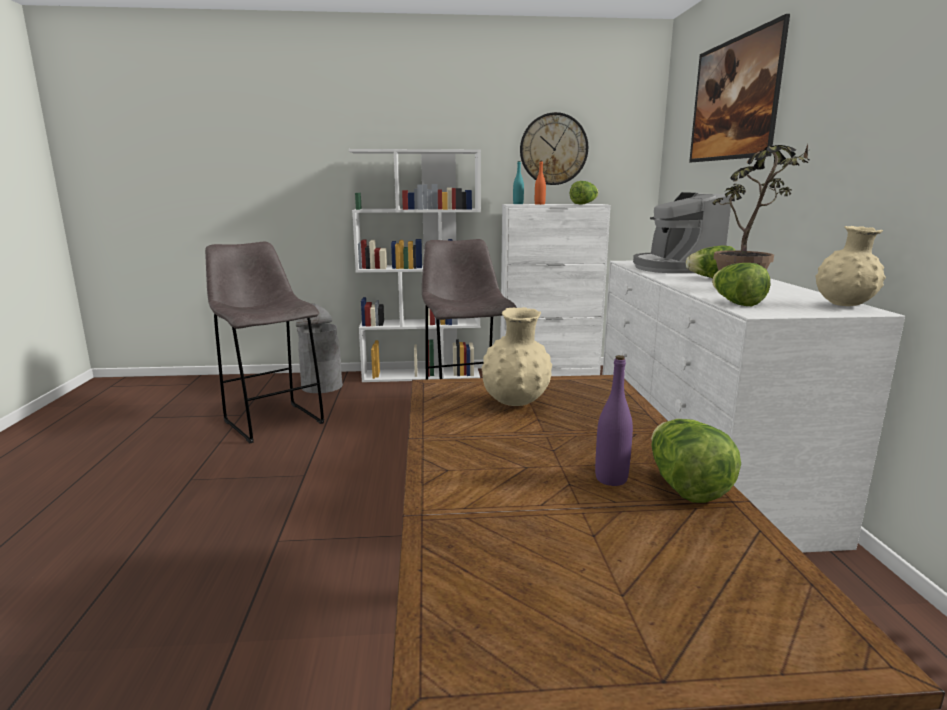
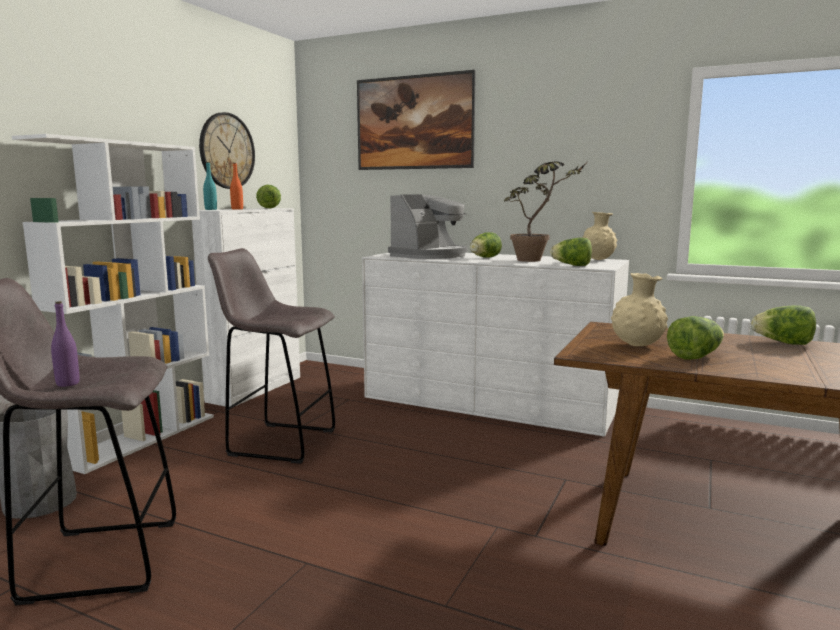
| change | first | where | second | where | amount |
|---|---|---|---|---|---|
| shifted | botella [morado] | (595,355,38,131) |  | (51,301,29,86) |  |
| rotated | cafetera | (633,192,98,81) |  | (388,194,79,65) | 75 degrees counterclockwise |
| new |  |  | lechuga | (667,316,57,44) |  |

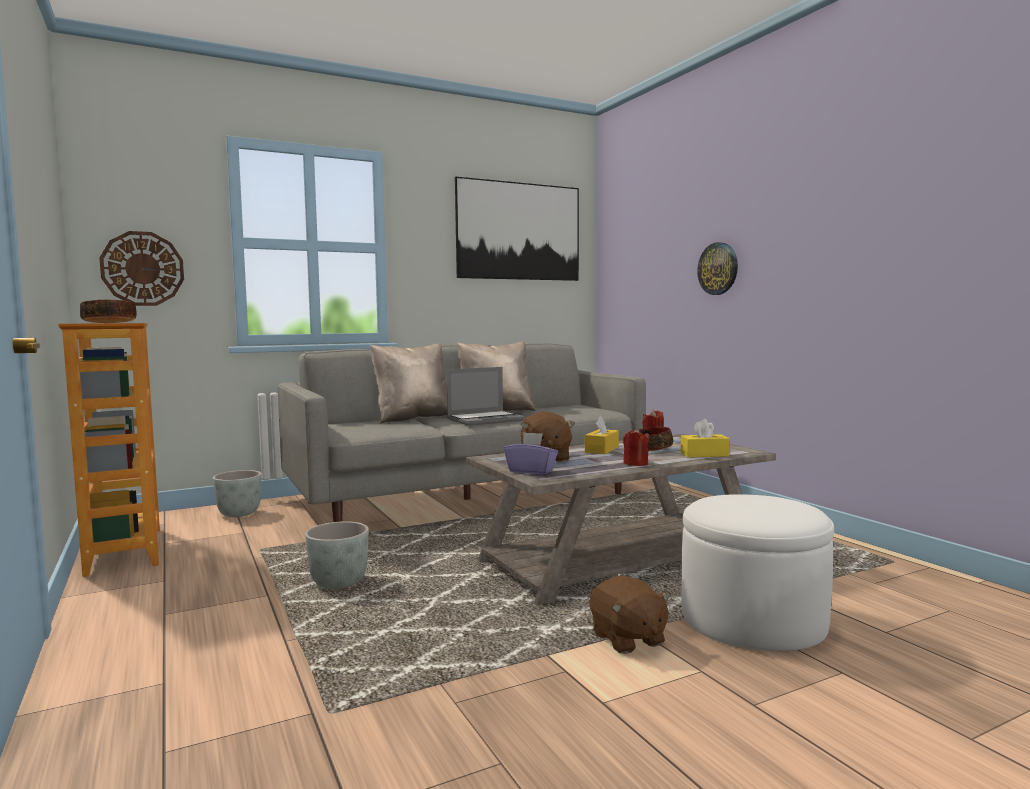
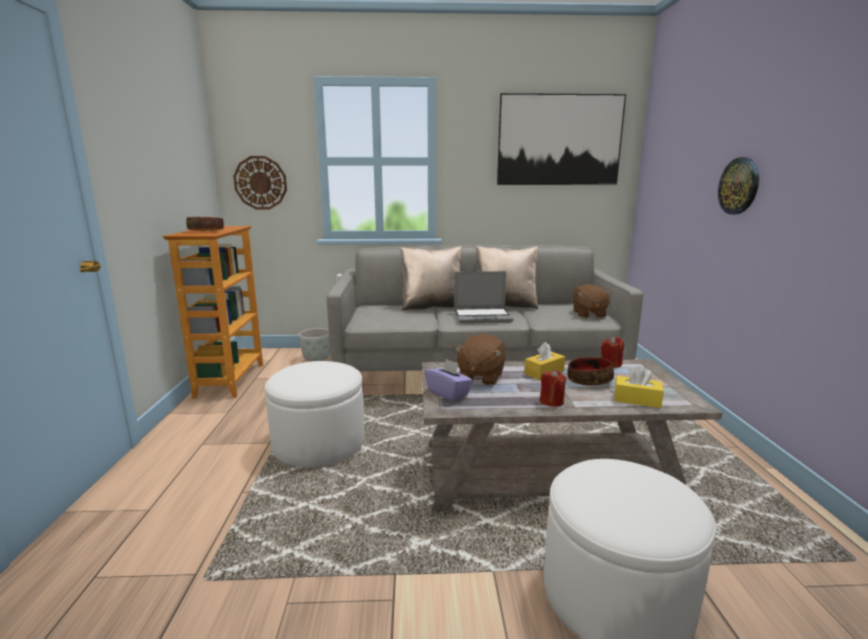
| change | first | where | second | where | amount |
|---|---|---|---|---|---|
| swapped | maceta [gris] | (305,521,64,68) | puf [blanco] | (265,361,100,107) |  |
| shifted | peluche [marrón] | (590,576,81,78) |  | (573,284,39,34) |  |

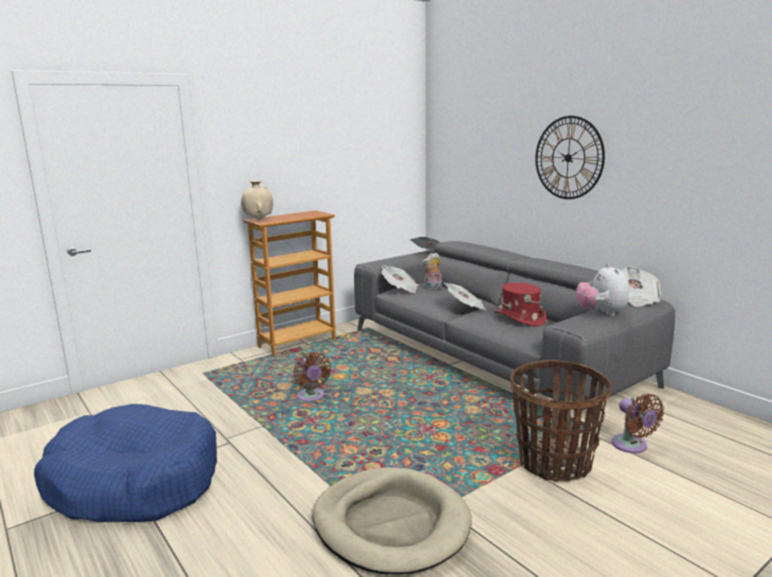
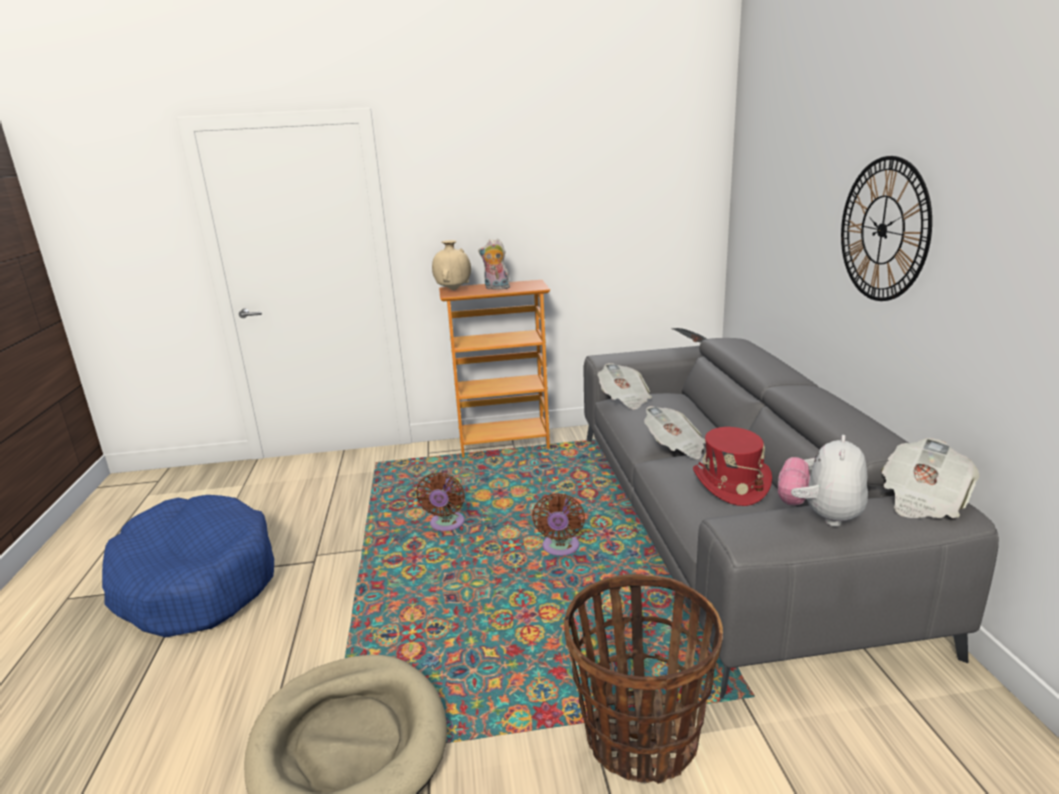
| change | first | where | second | where | amount |
|---|---|---|---|---|---|
| shifted | peluche | (421,253,21,37) |  | (479,239,31,51) |  |
| shifted | ventilador [marrón] | (612,394,52,59) |  | (532,493,53,63) |  |

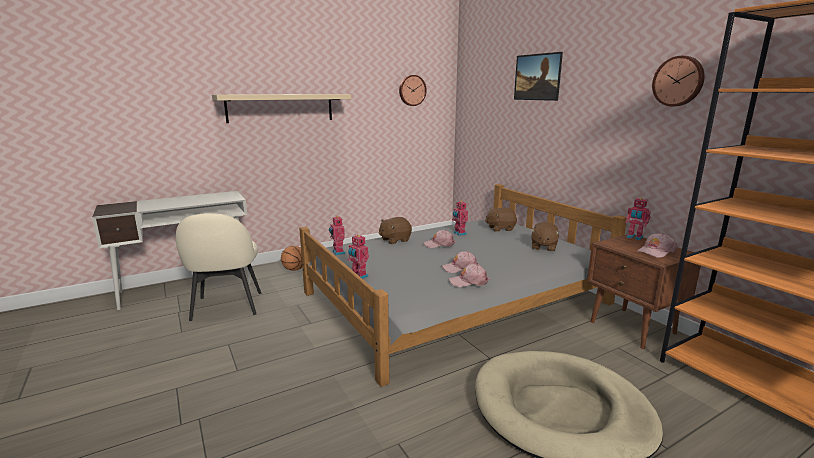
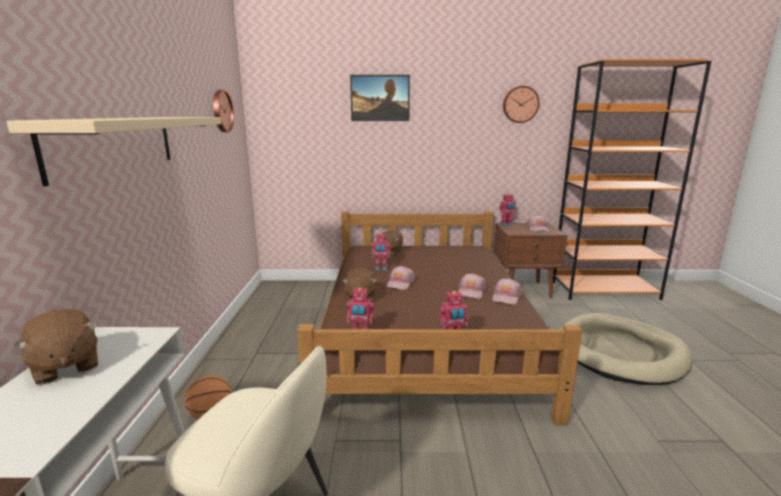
| change | first | where | second | where | amount |
|---|---|---|---|---|---|
| shifted | peluche [marrón] | (530,222,30,30) |  | (13,309,85,75) |  |
| repainted | cama [gris] | (299,184,327,203) | cama [marrón] | (297,211,285,214) |  |

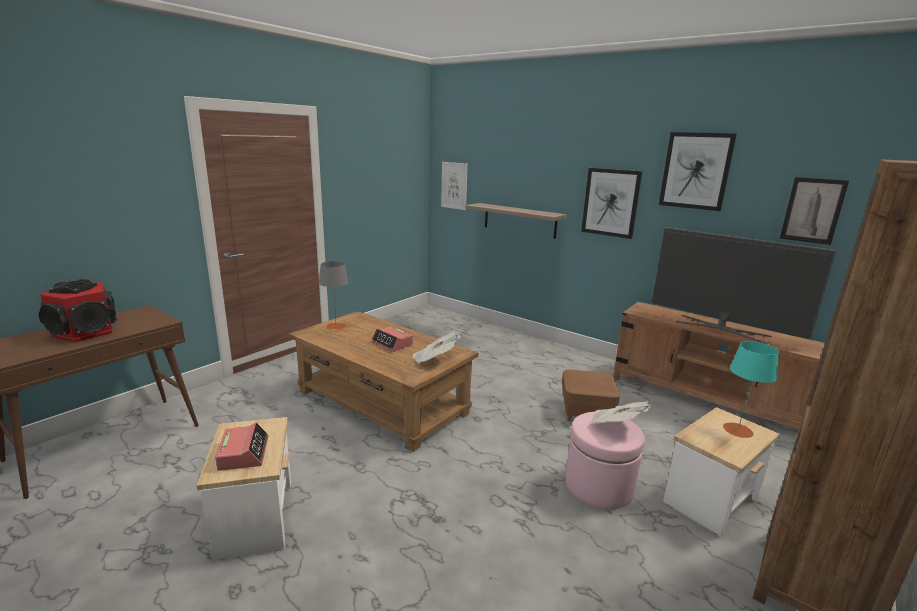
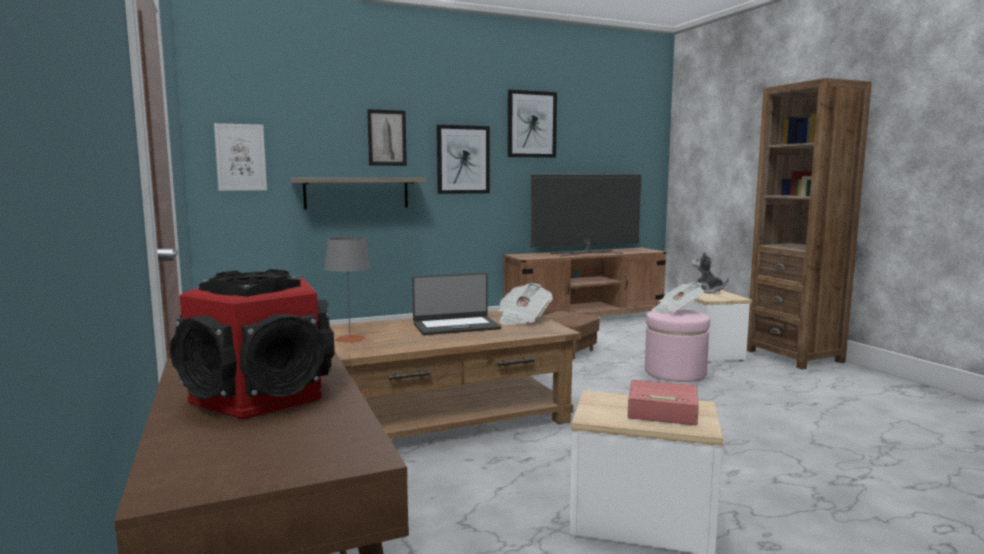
| change | first | where | second | where | amount |
|---|---|---|---|---|---|
| shifted | cuadro | (780,177,69,68) |  | (367,109,40,57) |  |
| swapped | despertador | (371,326,42,26) | portátil | (412,273,89,62) |  |
| swapped | lámpara de mesa [turquesa] | (723,341,56,97) | peluche | (691,252,38,41) |  |

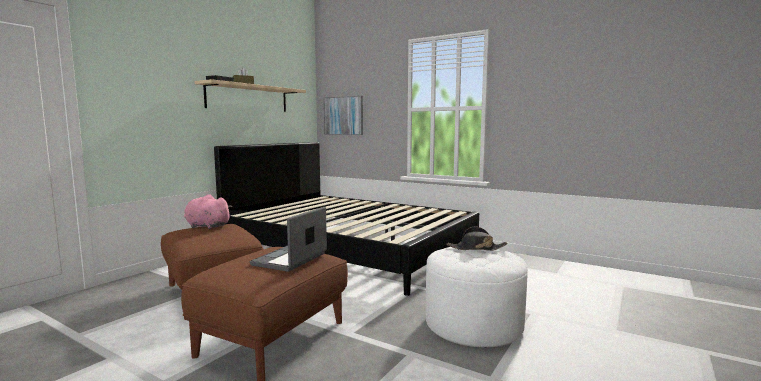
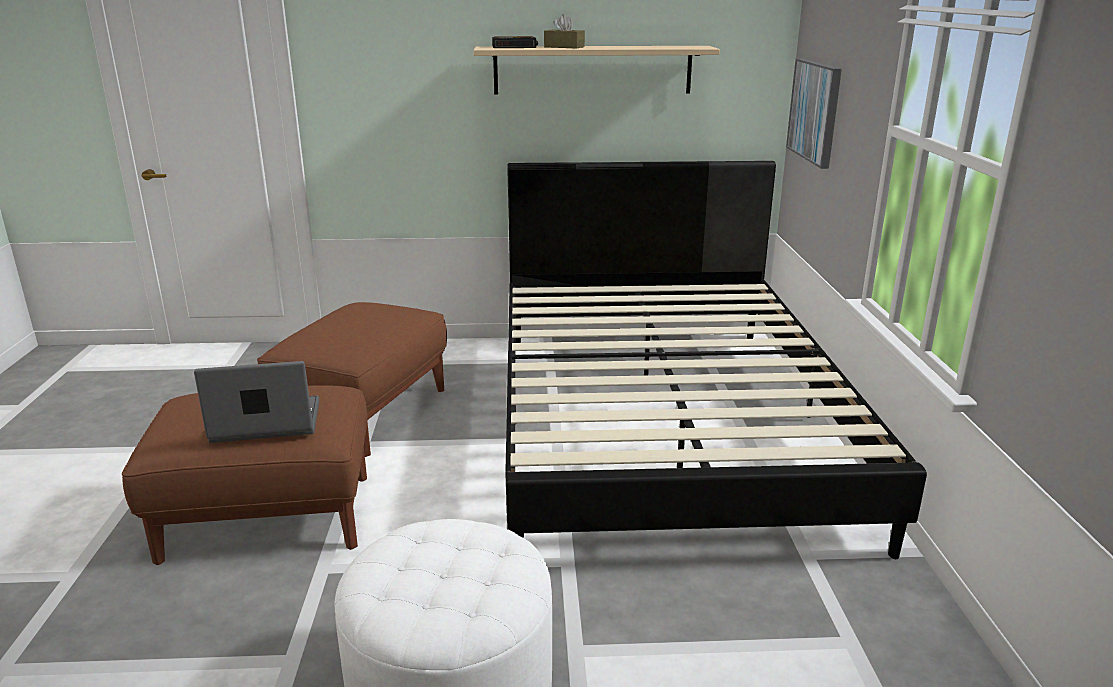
| change | first | where | second | where | amount |
|---|---|---|---|---|---|
| gone | peluche [rosa] | (184,194,48,35) |  |  |  |
| gone | sombrero [negro] | (447,226,61,25) |  |  |  |

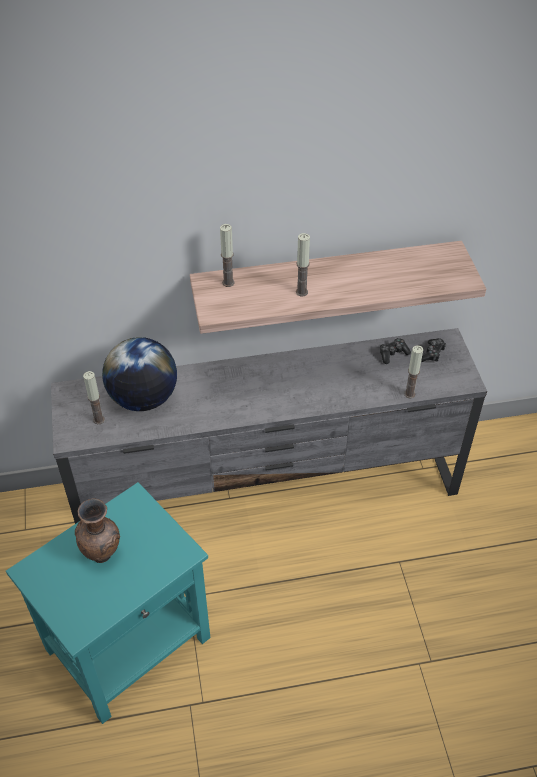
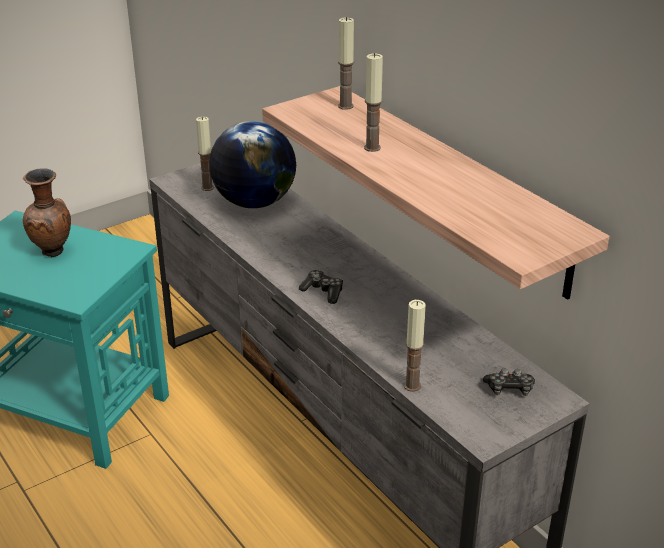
| change | first | where | second | where | amount |
|---|---|---|---|---|---|
| shifted | mando de consola | (380,338,31,26) |  | (299,270,44,34) |  |

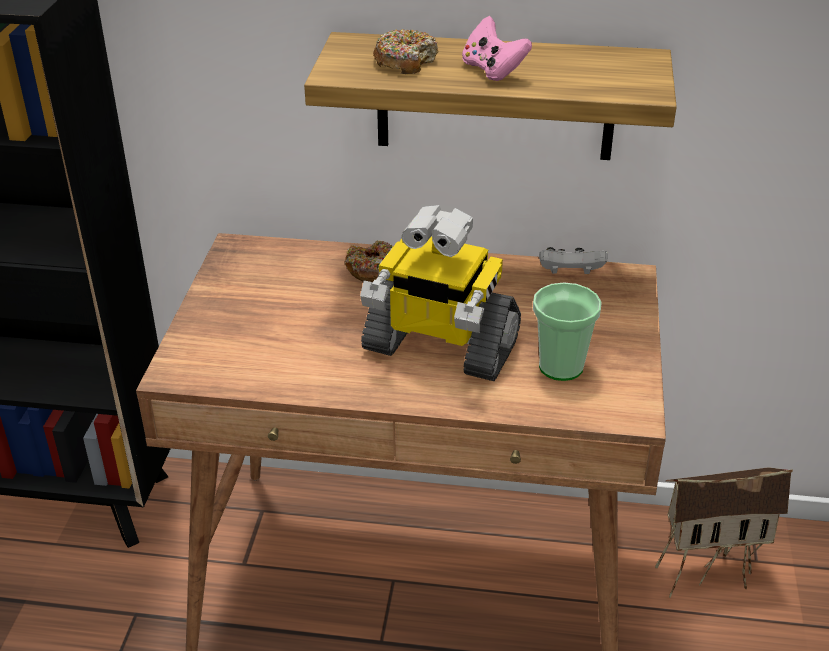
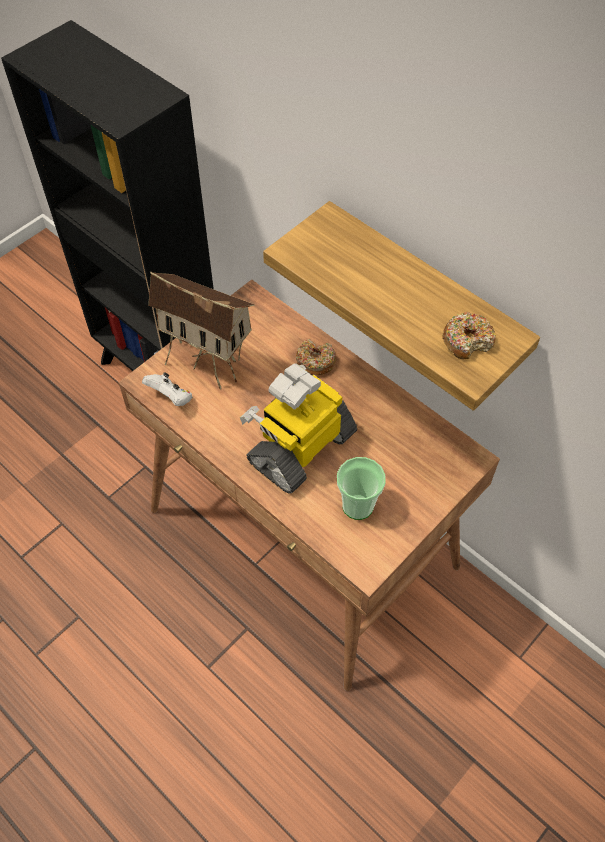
| change | first | where | second | where | amount |
|---|---|---|---|---|---|
| shifted | mando de consola [blanco] | (539,247,69,27) |  | (142,373,50,33) |  |
| shifted | casita | (655,467,138,131) |  | (148,272,107,118) |  |
| rotated | robot de juguete | (360,205,161,176) |  | (240,363,117,131) | 75 degrees clockwise |
| shifted | rosquilla | (373,29,65,45) |  | (442,312,54,47) |  |
| gone | mando de consola [rosa] | (462,16,70,65) |  |  |  |

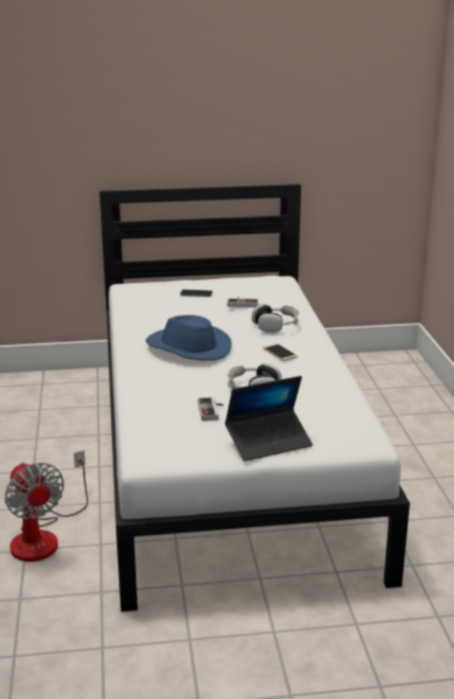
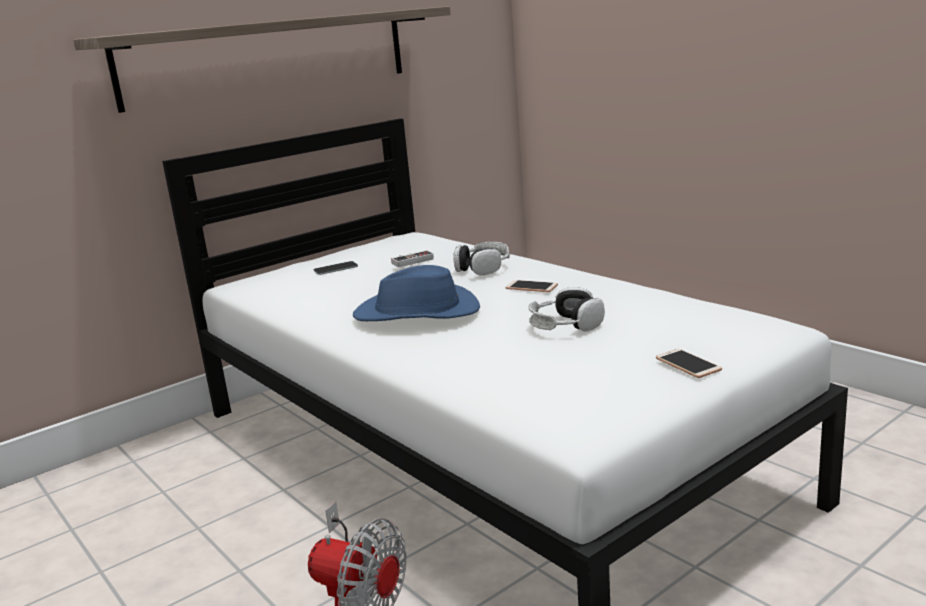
| change | first | where | second | where | amount |
|---|---|---|---|---|---|
| new |  |  | estante | (73,6,378,107) |  |
| swapped | portátil | (225,376,88,85) | móvil | (656,349,66,29) |  |
| gone | mando de consola | (198,397,26,24) |  |  |  |

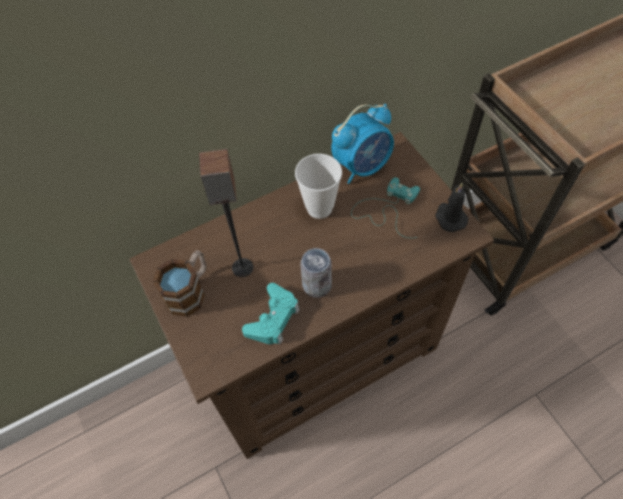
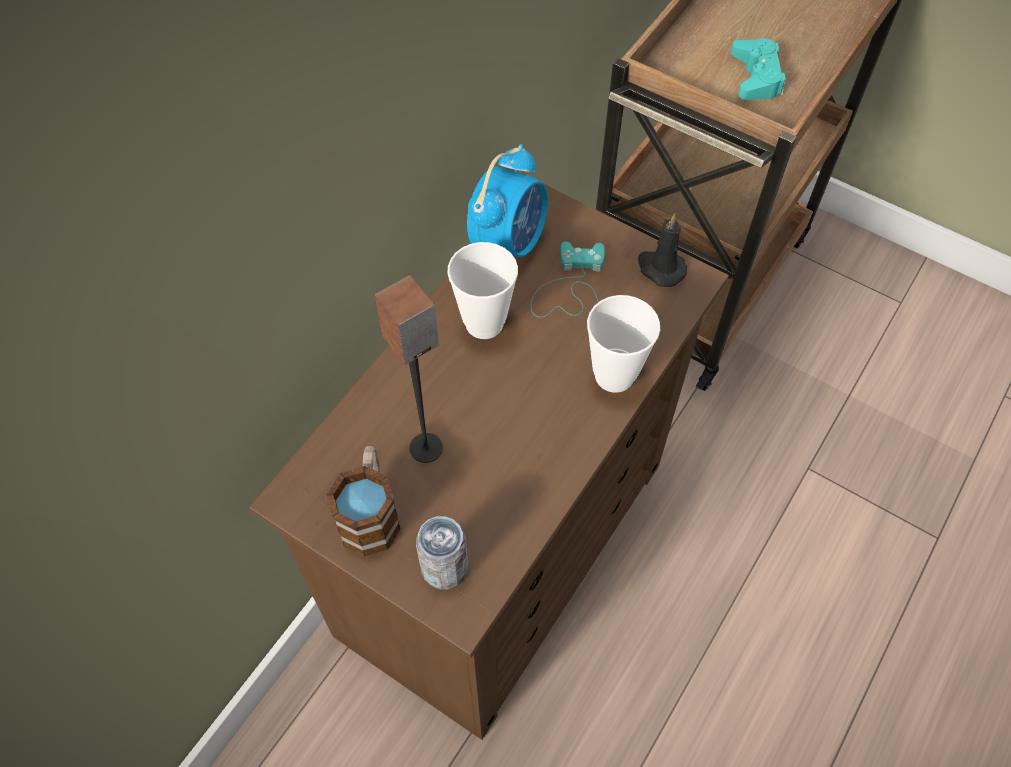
| change | first | where | second | where | amount |
|---|---|---|---|---|---|
| shifted | lata | (300,248,32,50) |  | (416,516,52,74) |  |
| new |  |  | taza | (587,295,73,98) |  |
| shifted | mando de consola [turquesa] | (242,283,58,61) |  | (731,38,55,62) |  |

